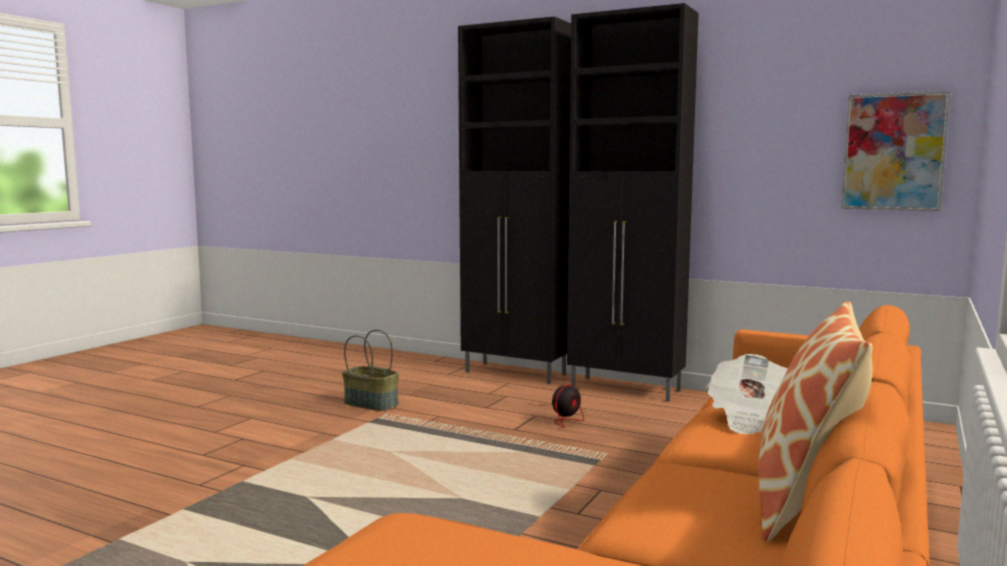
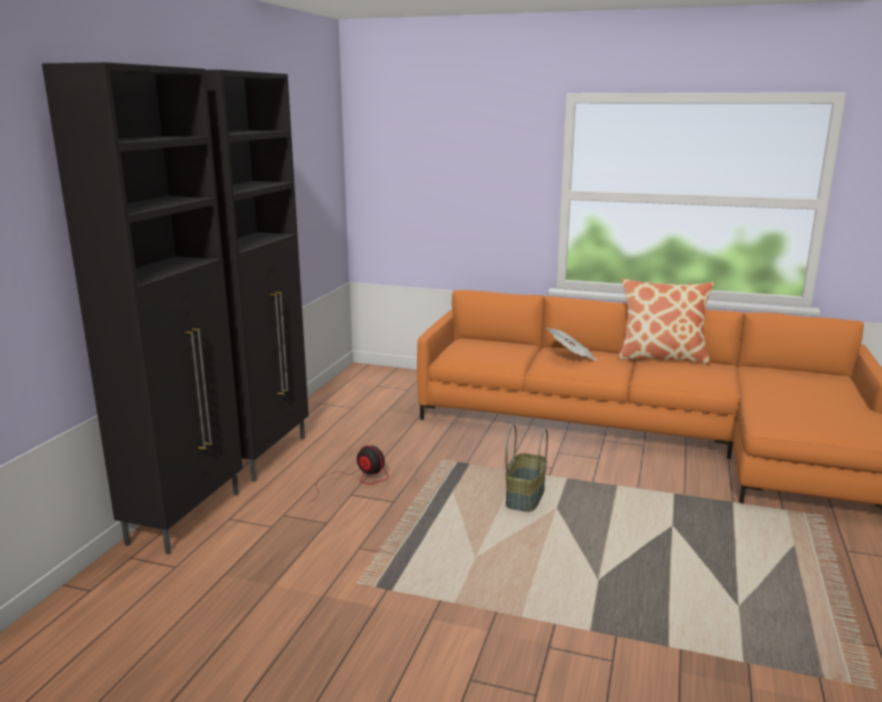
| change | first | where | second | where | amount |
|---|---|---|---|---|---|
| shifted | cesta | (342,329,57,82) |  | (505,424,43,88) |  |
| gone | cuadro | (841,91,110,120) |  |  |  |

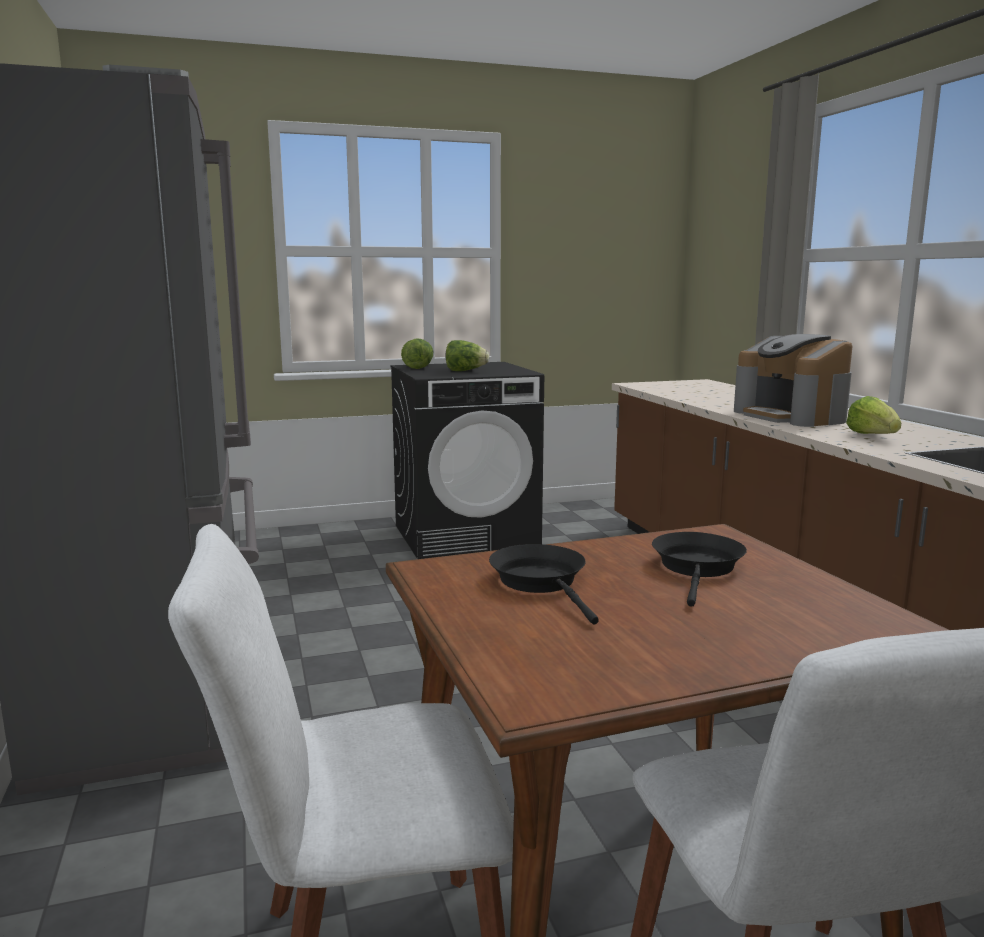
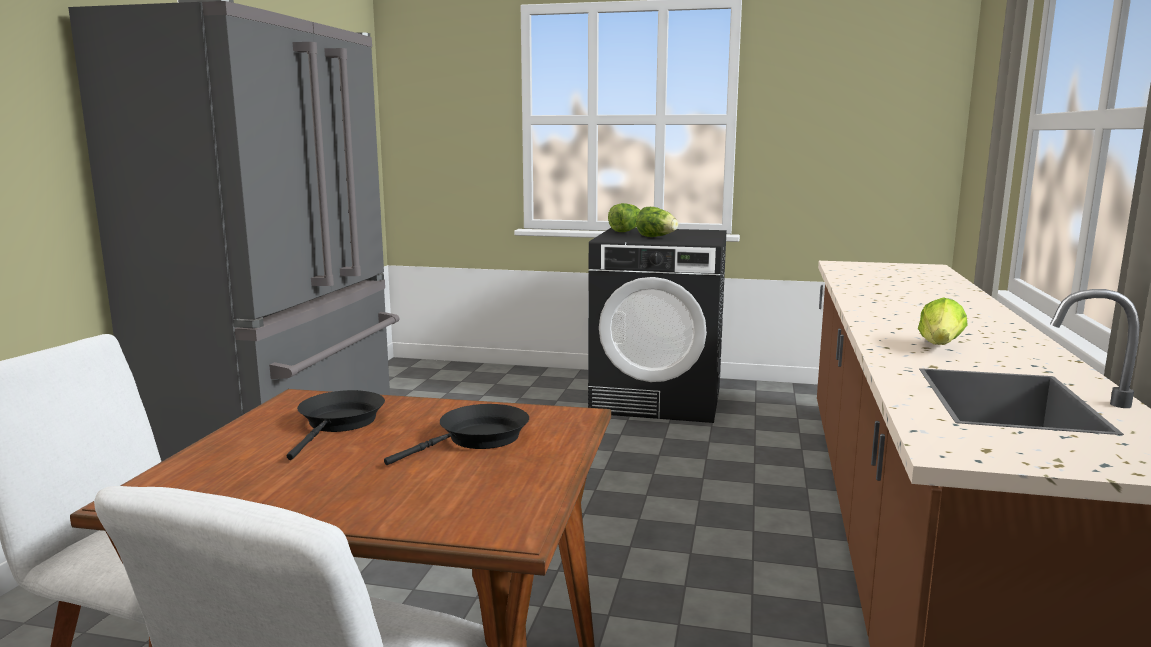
| change | first | where | second | where | amount |
|---|---|---|---|---|---|
| gone | cafetera | (734,334,118,93) |  |  |  |

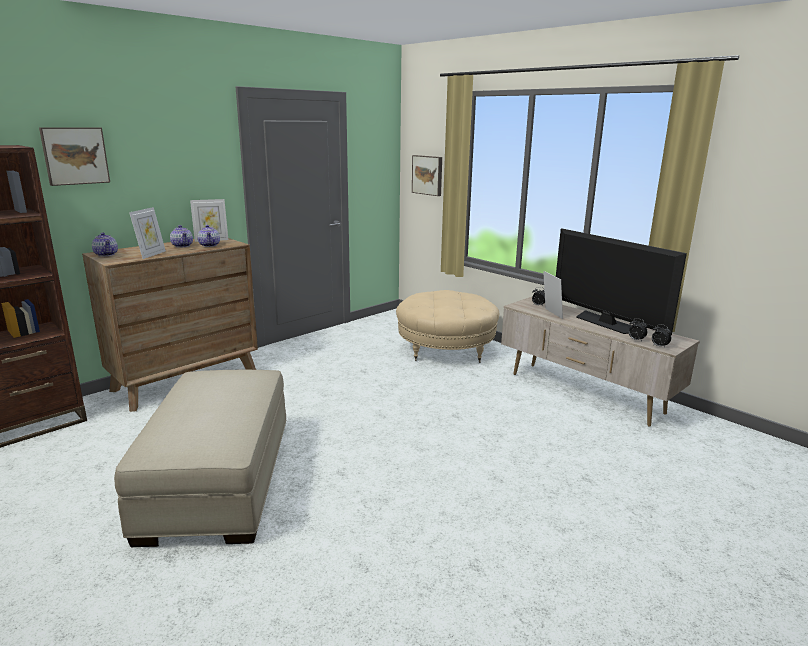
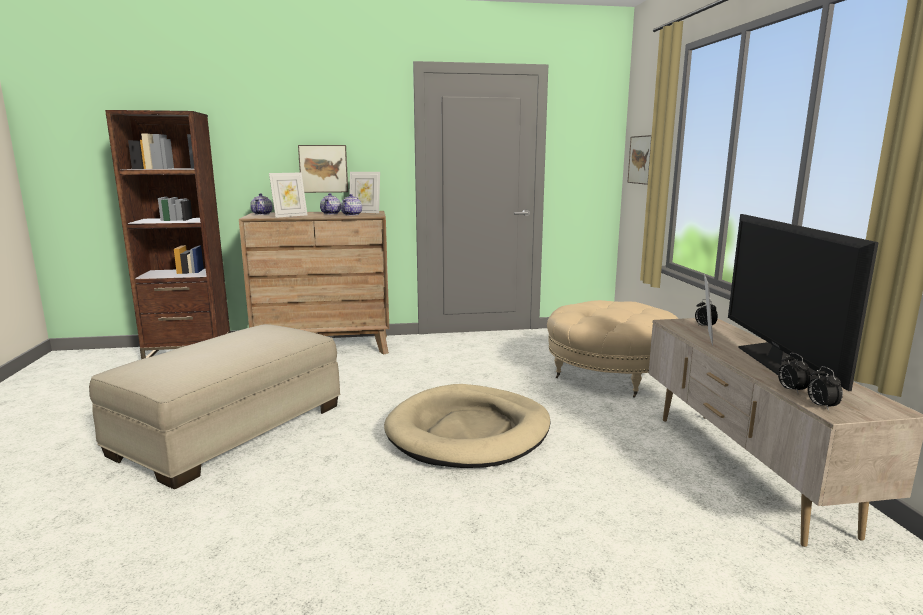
| change | first | where | second | where | amount |
|---|---|---|---|---|---|
| shifted | cuadro | (39,127,71,59) |  | (298,145,50,48) |  |
| new |  |  | cama para perro [beis] | (384,384,167,84) |  |

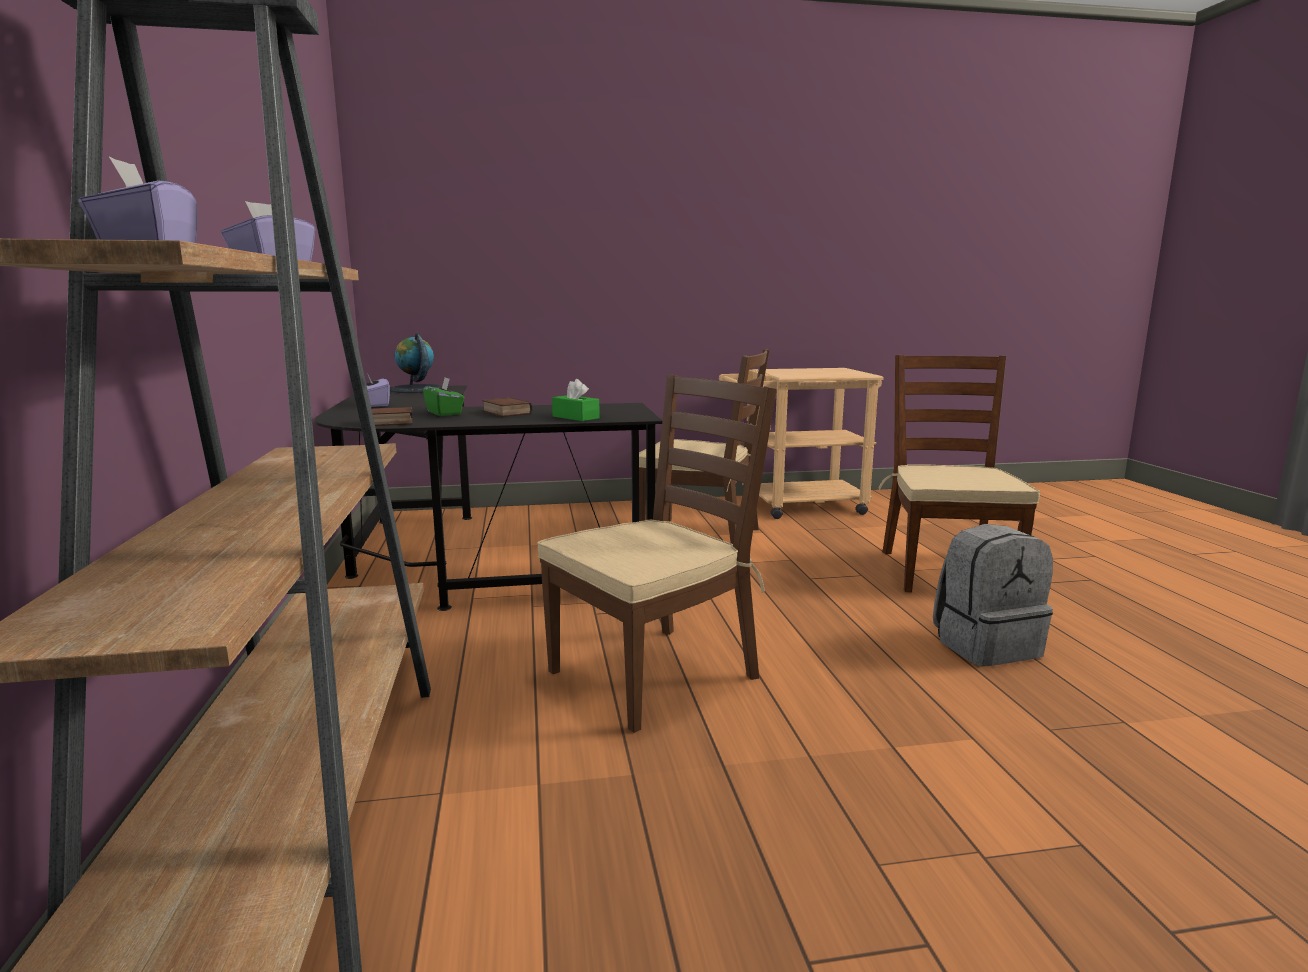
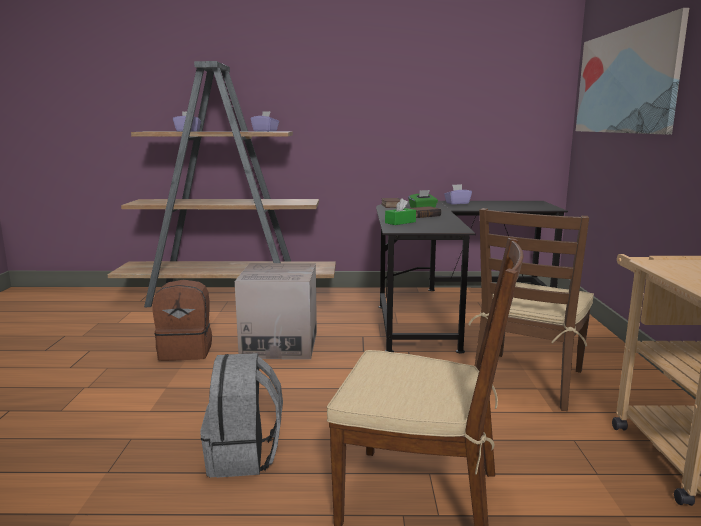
| change | first | where | second | where | amount |
|---|---|---|---|---|---|
| new |  |  | mochila [marrón] | (153,280,59,81) |  |
| swapped | silla [marrón] | (537,375,240,358) | caja de cartón | (235,263,82,96) |  |
| new |  |  | cuadro | (576,8,113,127) |  |
| gone | globo terráqueo | (390,332,52,61) |  |  |  |

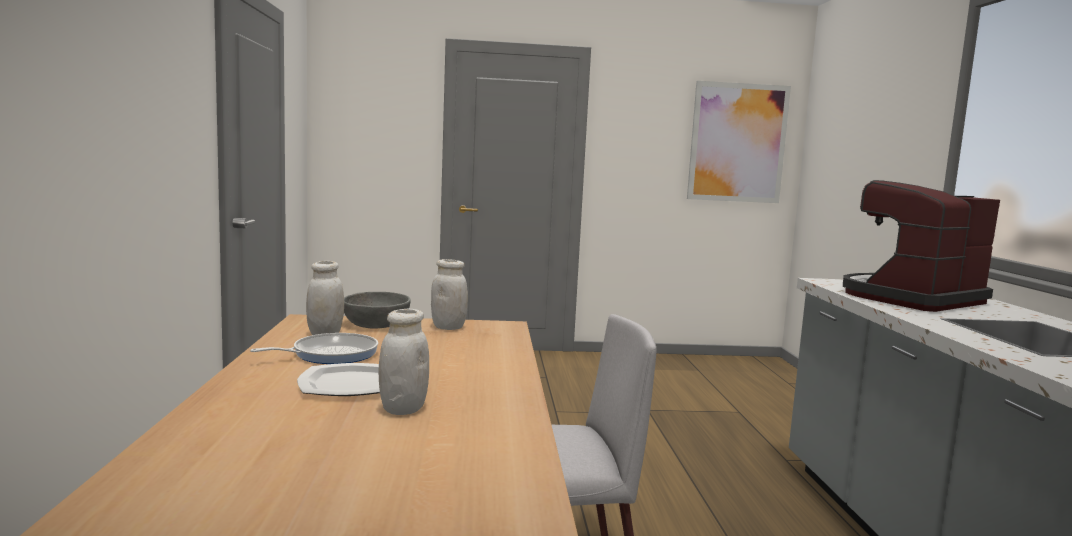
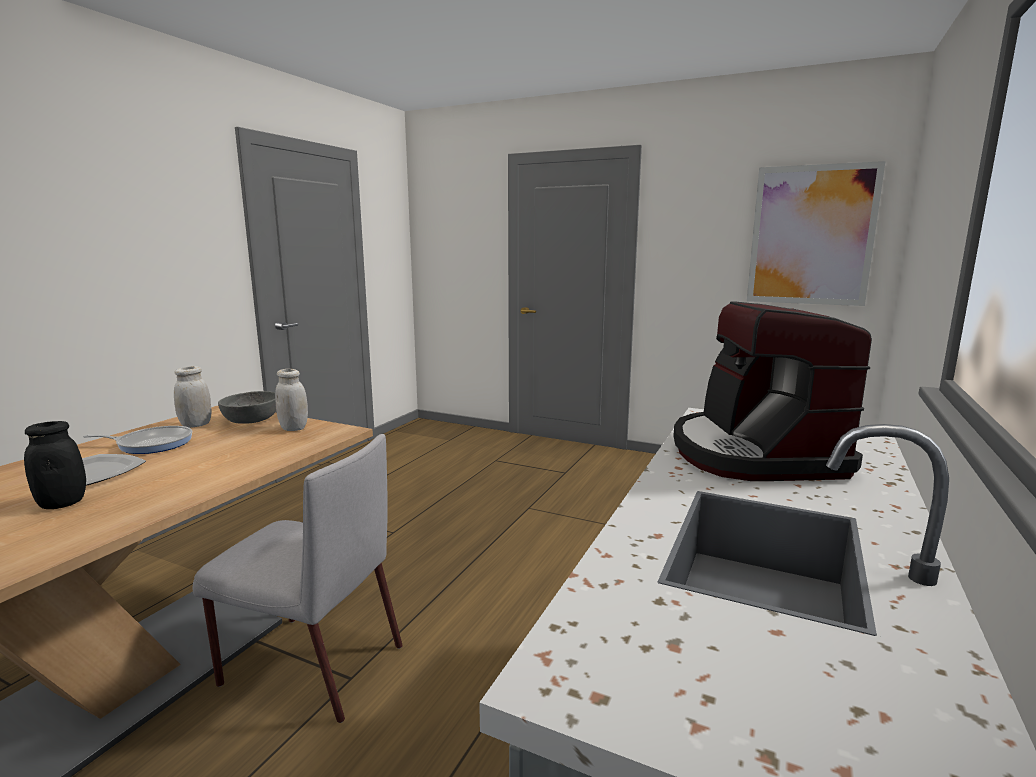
| change | first | where | second | where | amount |
|---|---|---|---|---|---|
| repainted | tarro [blanco] | (378,309,51,106) | tarro [negro] | (24,421,62,88) |  |
| rotated | cafetera | (843,180,157,132) |  | (673,301,199,180) | 90 degrees counterclockwise |

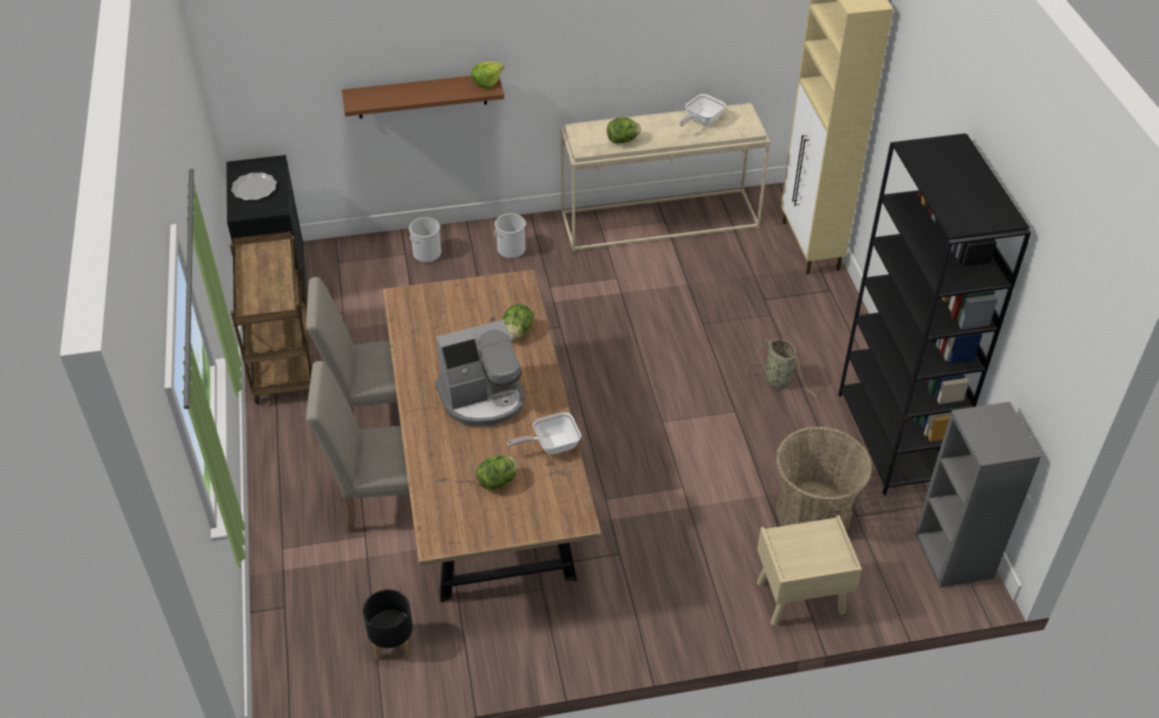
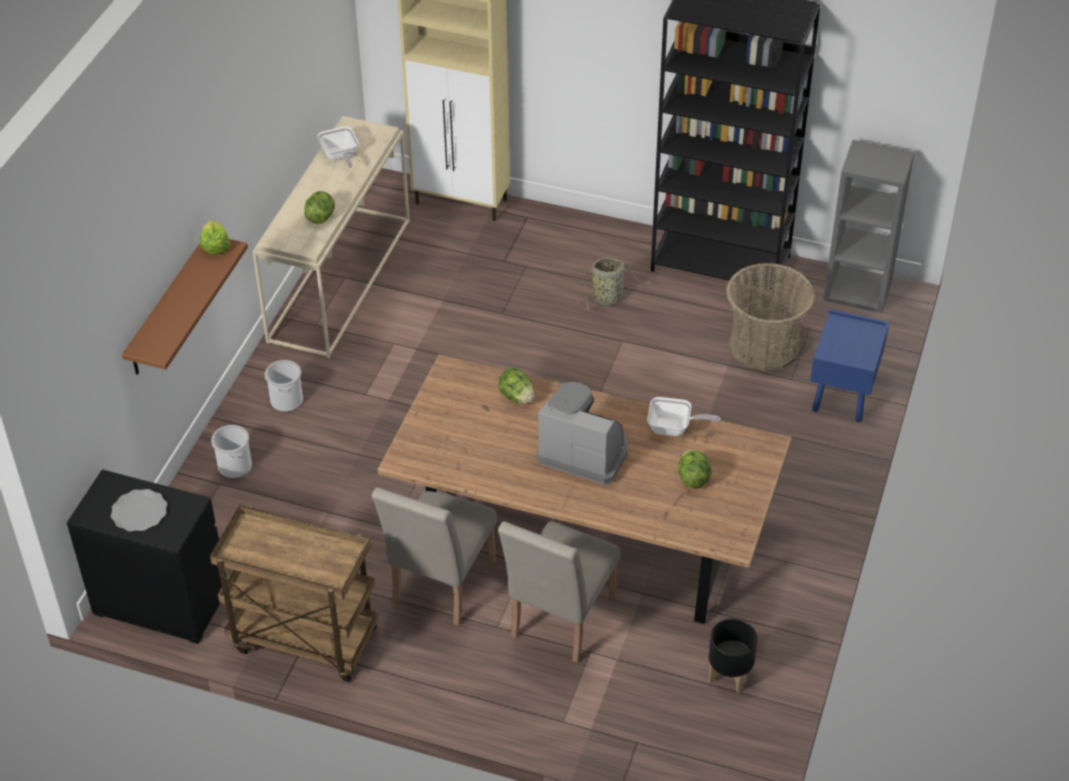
| change | first | where | second | where | amount |
|---|---|---|---|---|---|
| rotated | cafetera | (435,320,90,107) |  | (537,382,91,103) | 75 degrees counterclockwise |
| rotated | sartén | (507,412,74,43) |  | (647,397,74,39) | 90 degrees counterclockwise |
| repainted | mesita de noche [beis] | (757,515,105,111) | mesita de noche [azul] | (810,309,79,113) |  |

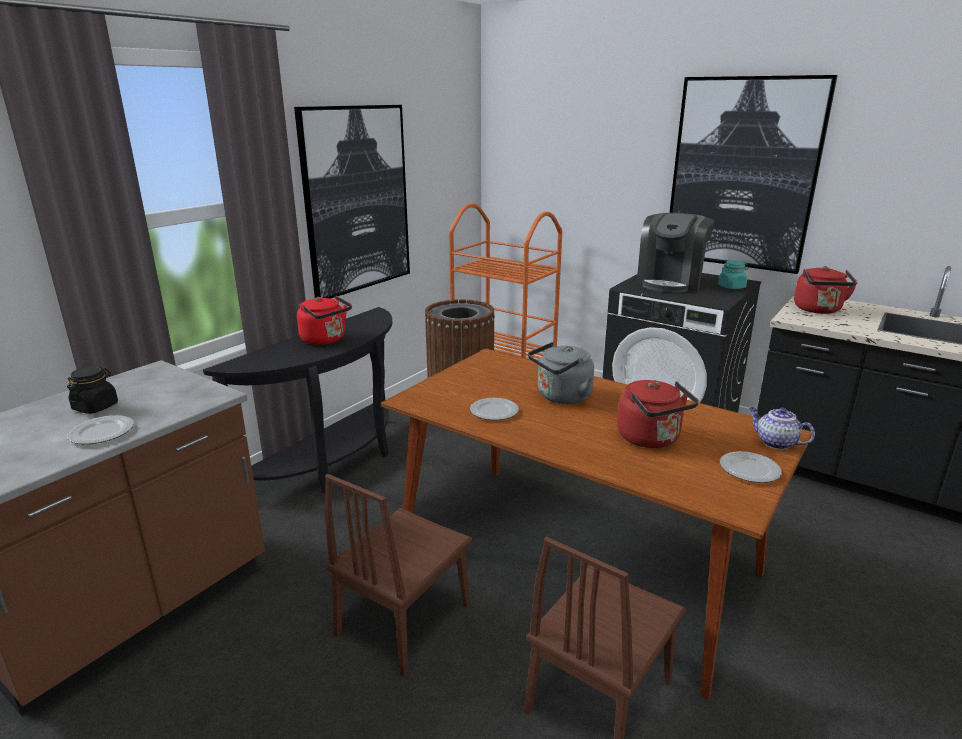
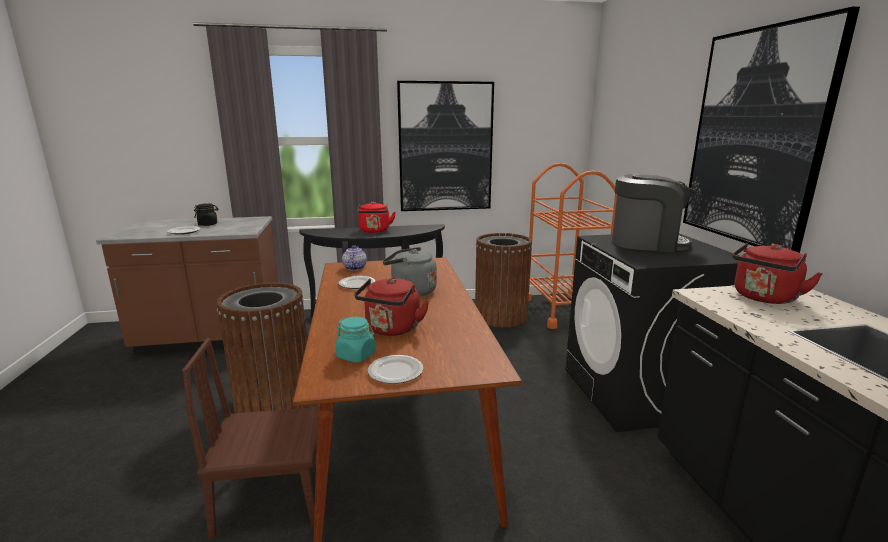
| change | first | where | second | where | amount |
|---|---|---|---|---|---|
| swapped | silla [marrón] | (324,474,148,202) | papelera [marrón] | (217,282,91,131) |  |
| shifted | tarro [turquesa] | (718,260,30,29) |  | (336,317,40,46) |  |
| shifted | tetera | (749,407,66,43) |  | (342,245,25,26) |  |
| rotated | cafetera | (637,213,77,80) |  | (612,174,86,79) | 150 degrees counterclockwise |

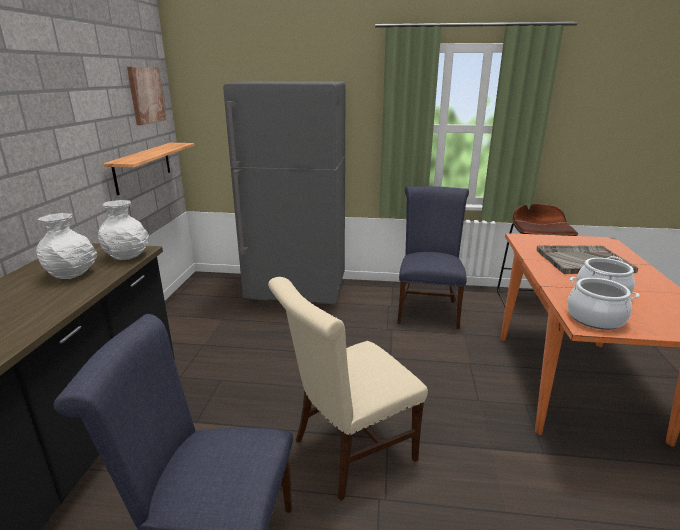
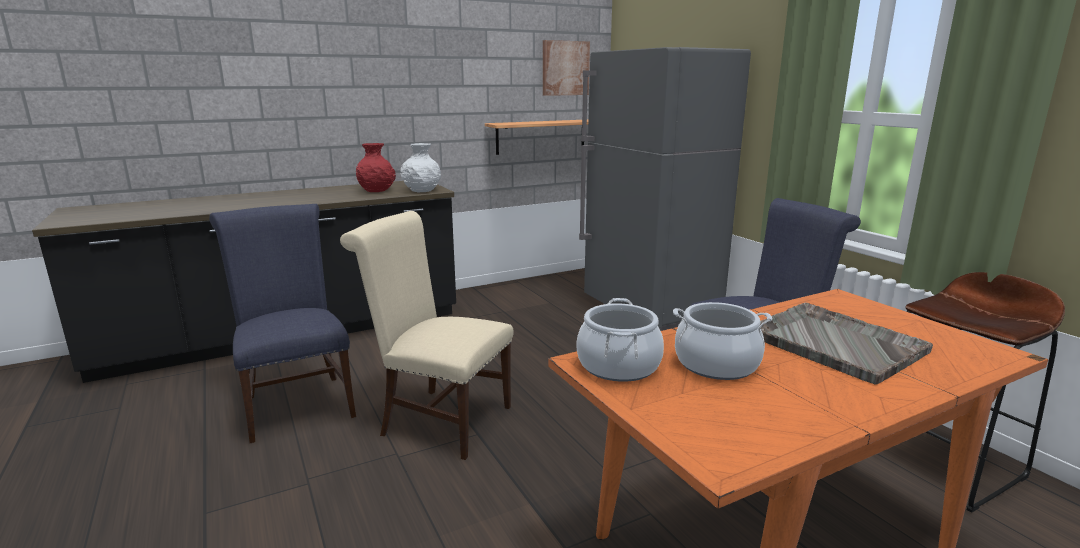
| change | first | where | second | where | amount |
|---|---|---|---|---|---|
| repainted | florero [blanco] | (36,213,61,66) | florero [rojo] | (356,143,40,49) |  |

